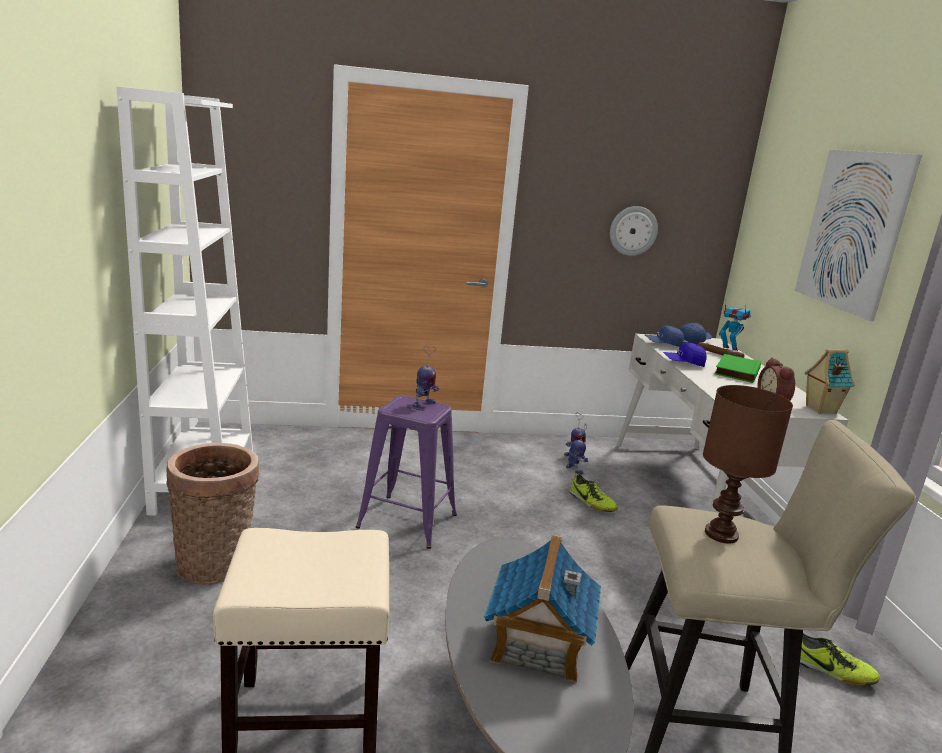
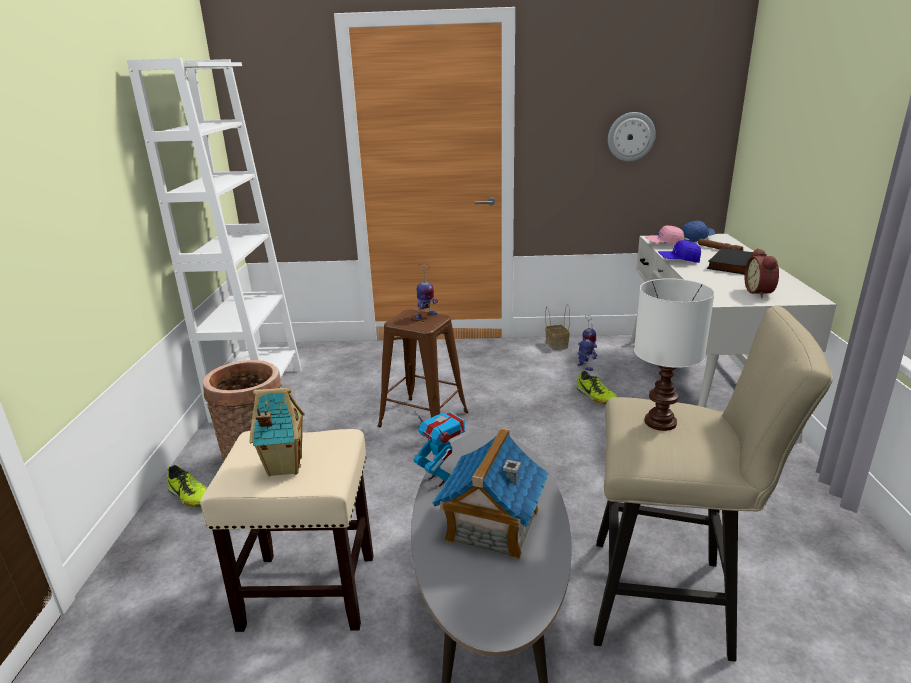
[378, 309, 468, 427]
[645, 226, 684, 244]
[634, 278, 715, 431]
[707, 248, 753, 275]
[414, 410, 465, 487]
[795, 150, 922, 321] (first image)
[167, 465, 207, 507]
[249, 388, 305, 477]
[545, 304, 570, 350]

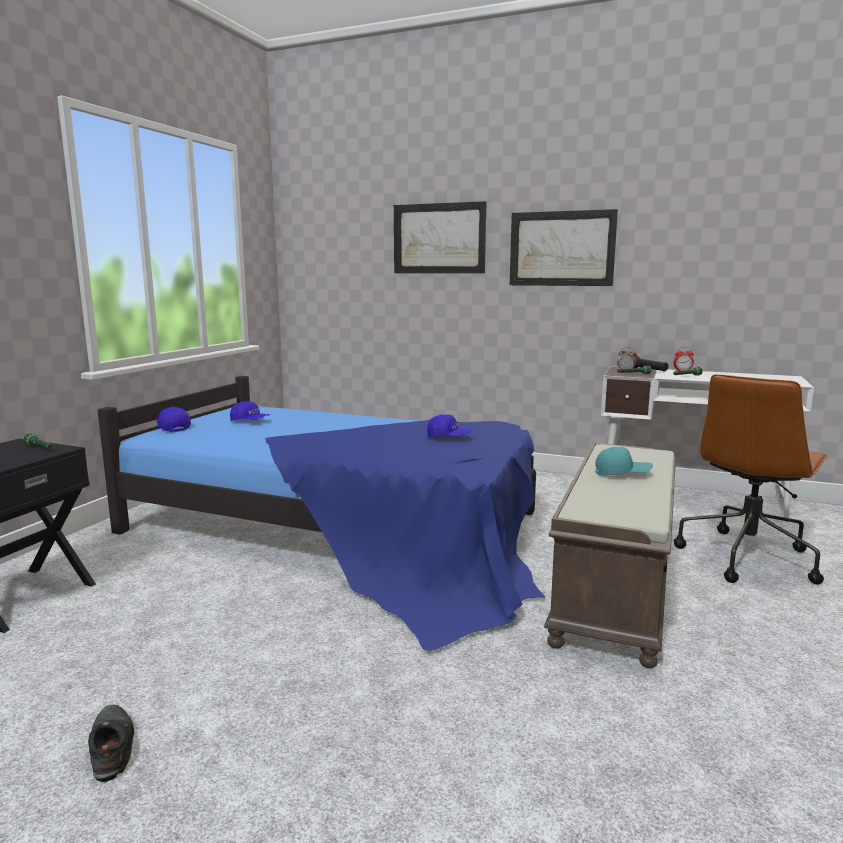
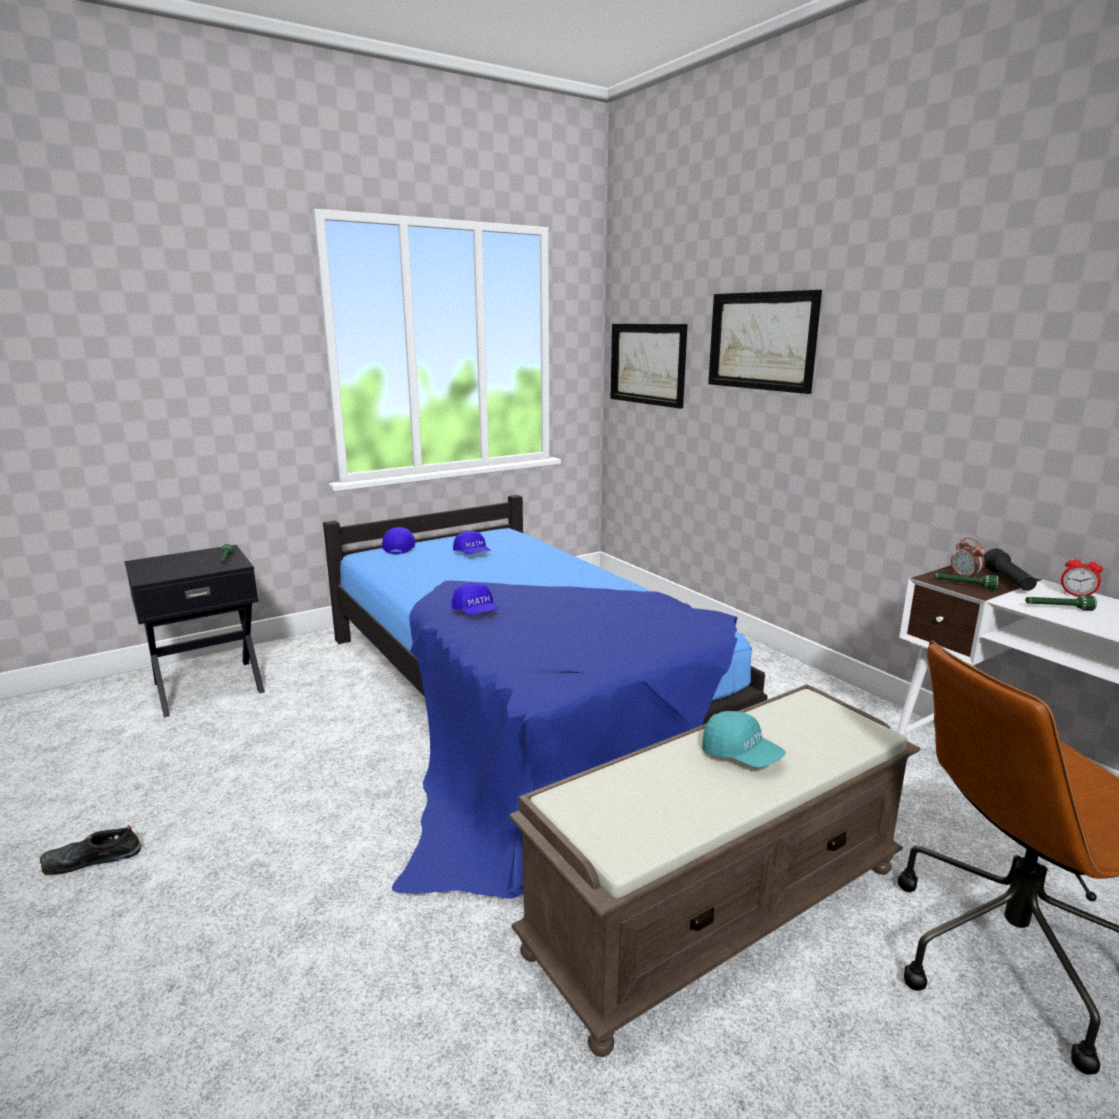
[40, 825, 141, 875]
[451, 583, 499, 615]
[611, 324, 687, 409]

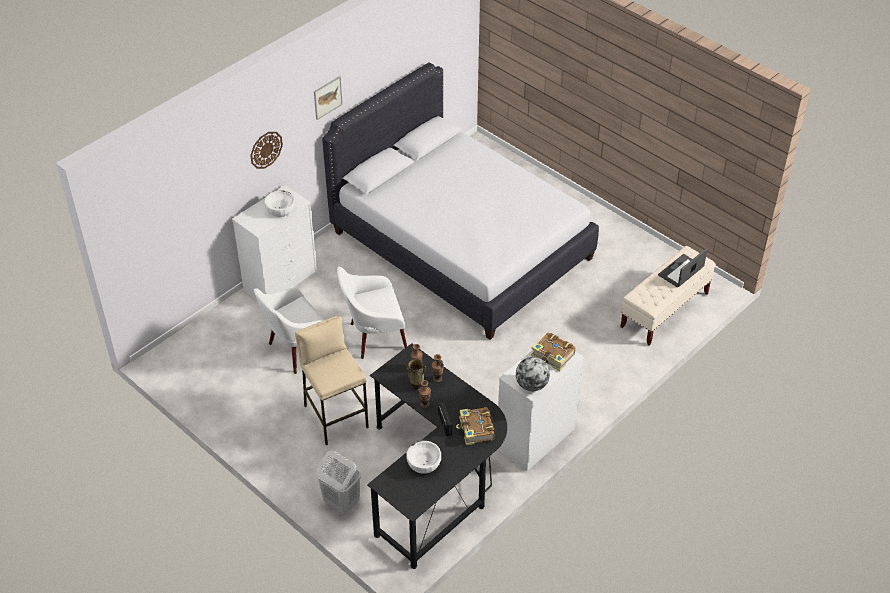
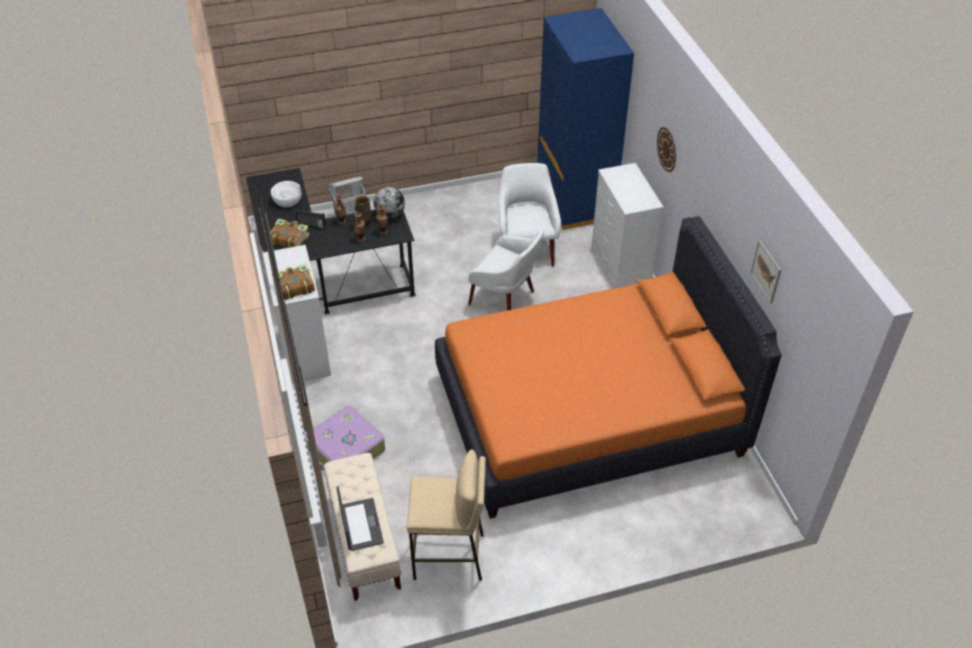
[264, 191, 295, 217] (first image)
[407, 449, 486, 581]
[750, 240, 781, 303]
[435, 216, 782, 519]
[468, 229, 544, 311]
[374, 187, 405, 218]
[305, 406, 385, 470]
[537, 8, 634, 230]

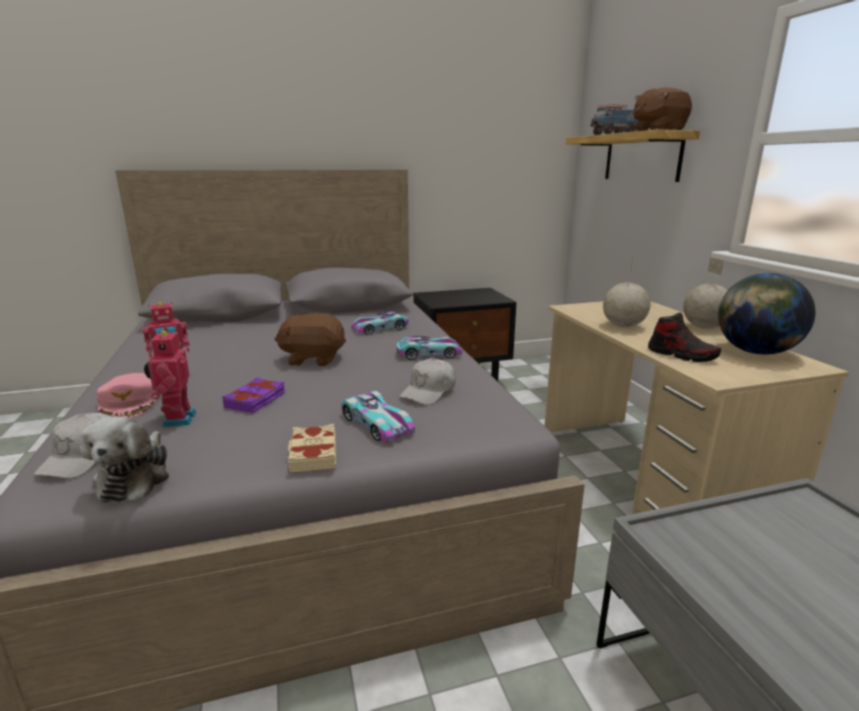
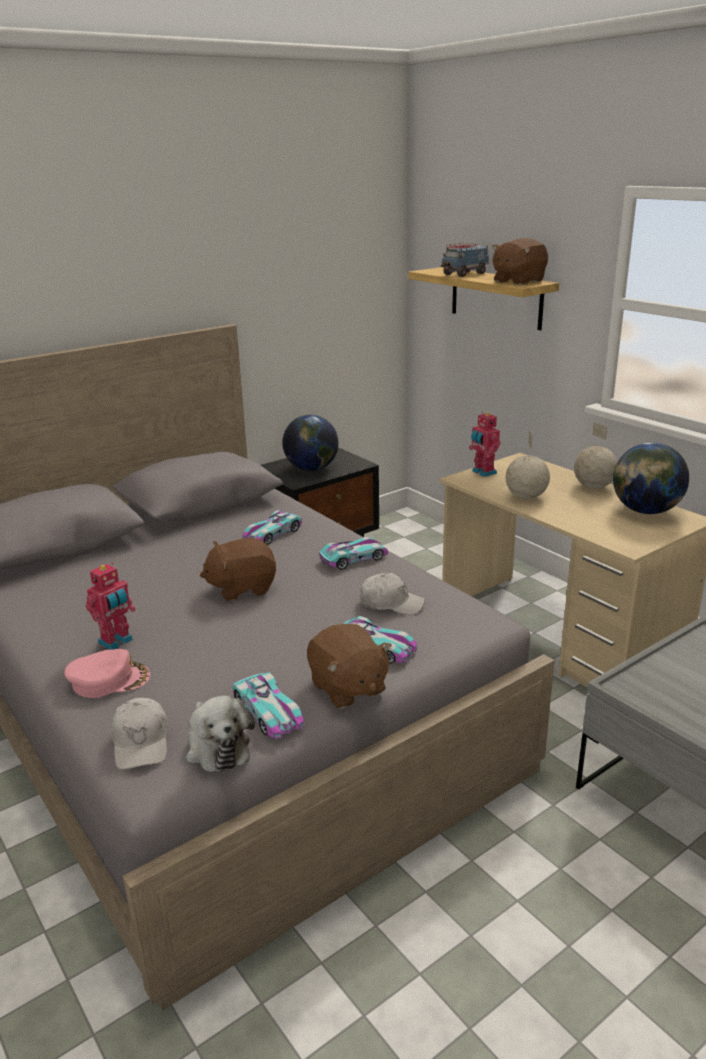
[65, 649, 150, 698]
[469, 412, 501, 477]
[222, 377, 285, 413] (first image)
[307, 624, 392, 709]
[360, 573, 425, 615]
[648, 313, 721, 362] (first image)
[233, 672, 304, 739]
[282, 415, 339, 471]

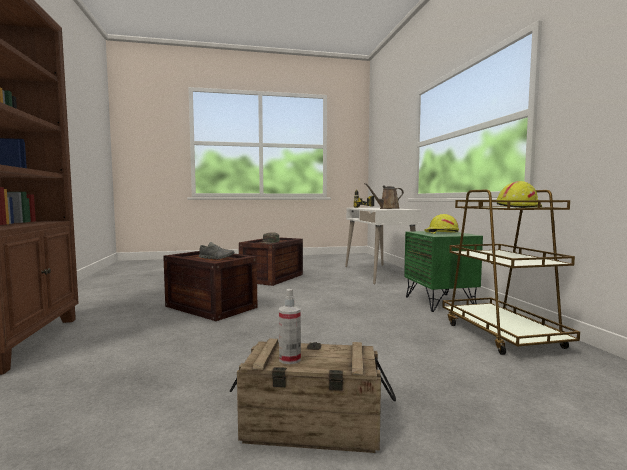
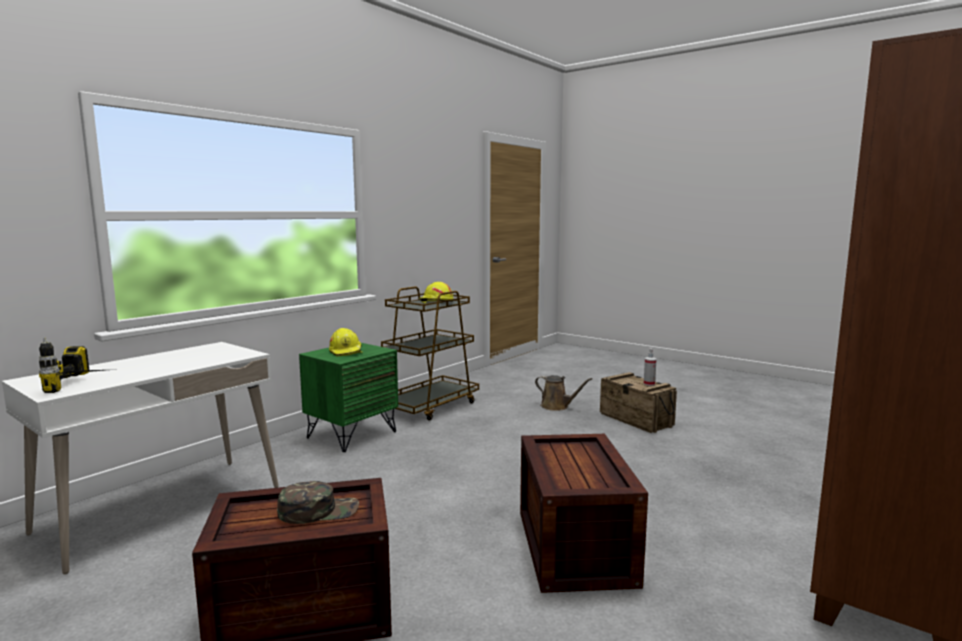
[199, 242, 234, 259] (first image)
[535, 375, 593, 411]

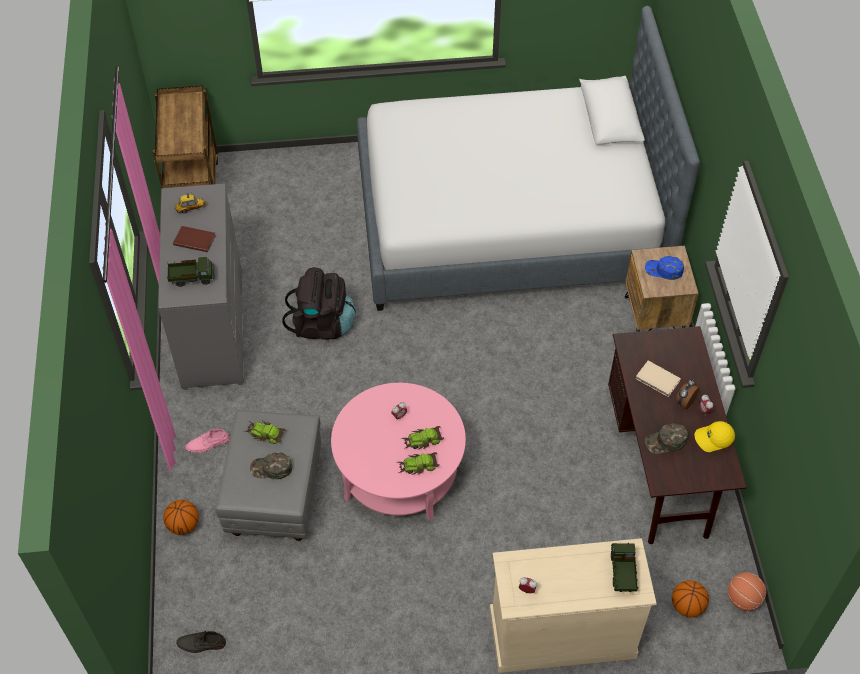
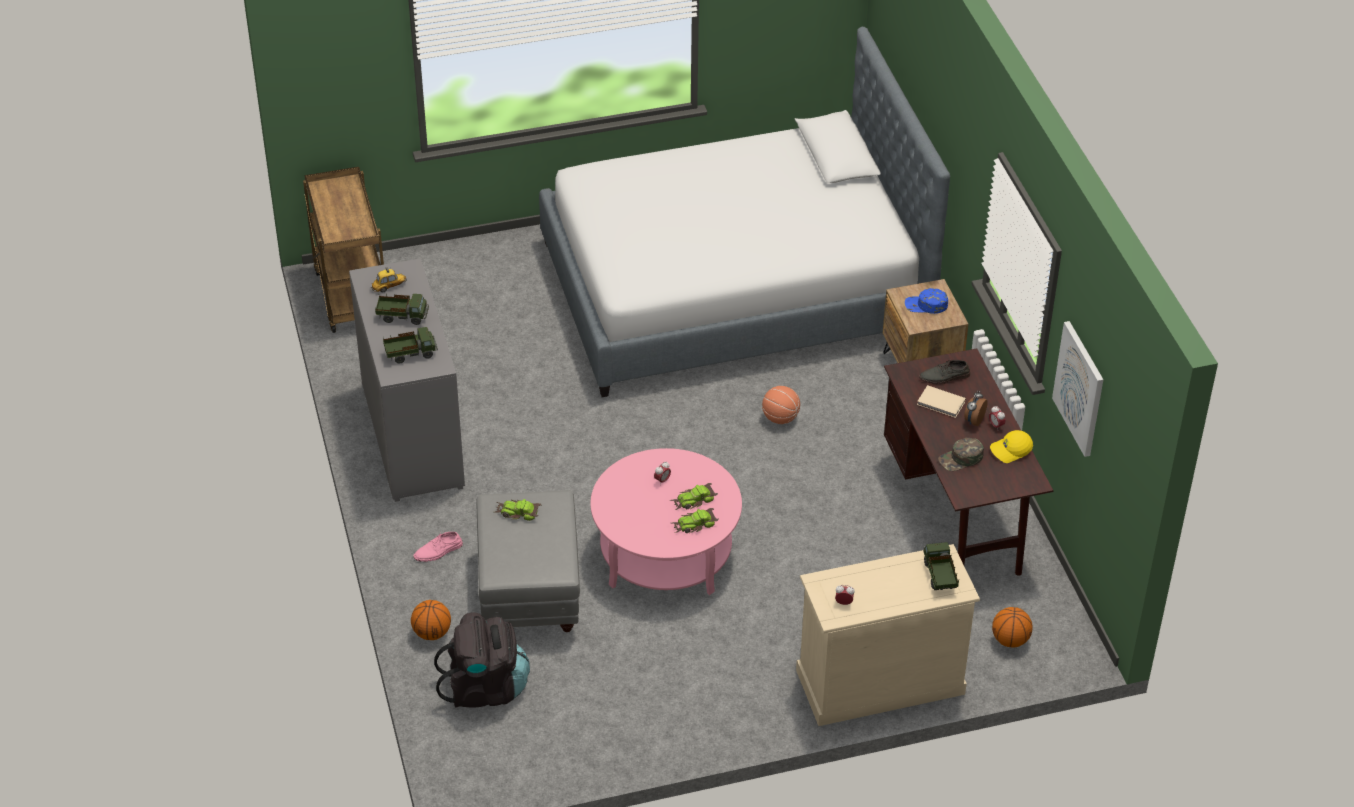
[375, 294, 429, 325]
[919, 360, 970, 384]
[250, 452, 292, 479] (first image)
[434, 613, 530, 708]
[762, 386, 800, 424]
[1052, 321, 1104, 457]

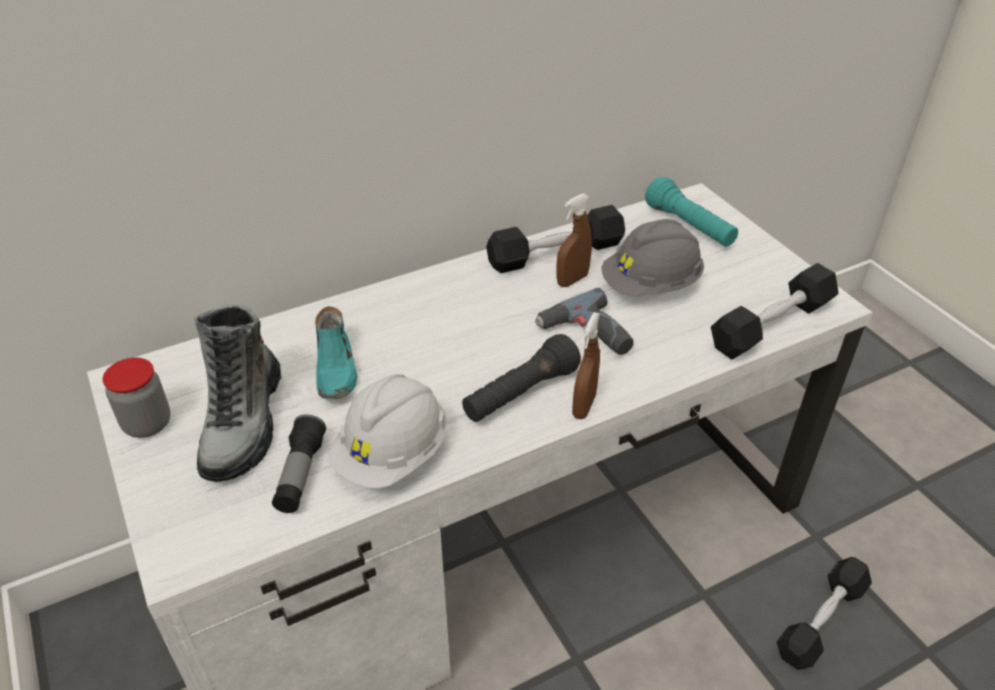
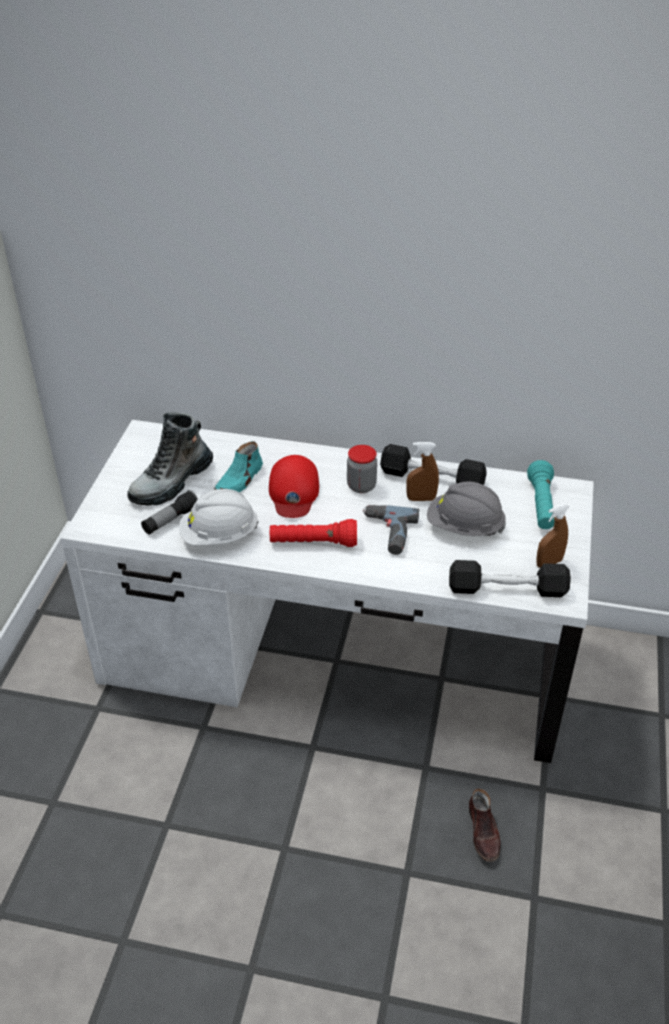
[347, 445, 377, 493]
[270, 519, 357, 547]
[536, 504, 570, 568]
[469, 788, 501, 862]
[269, 455, 319, 518]

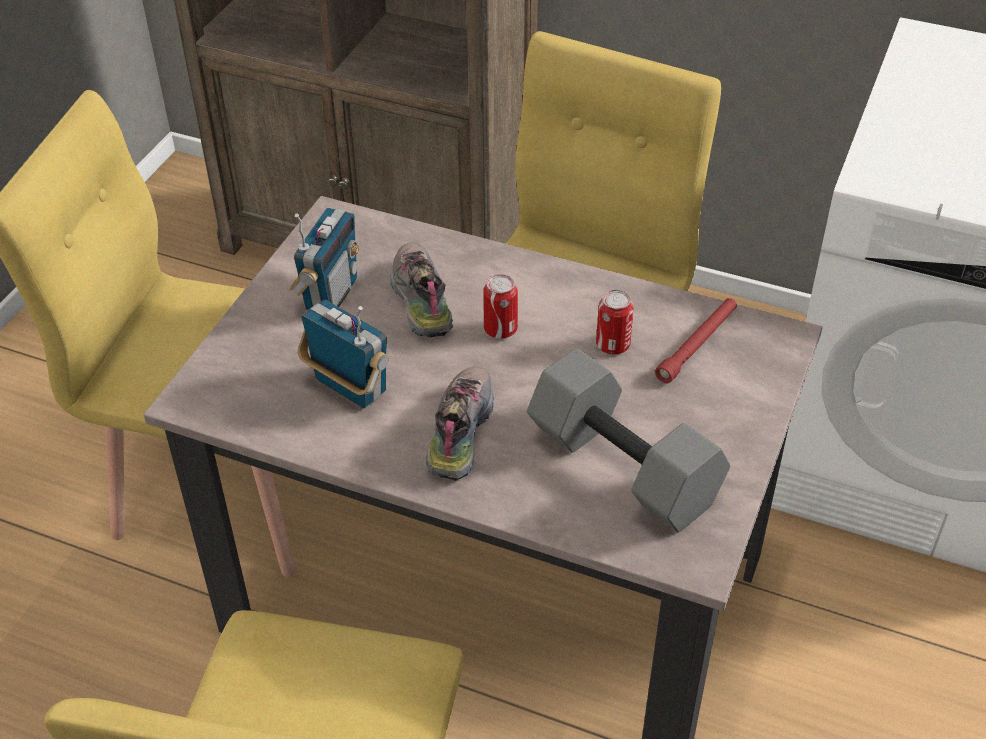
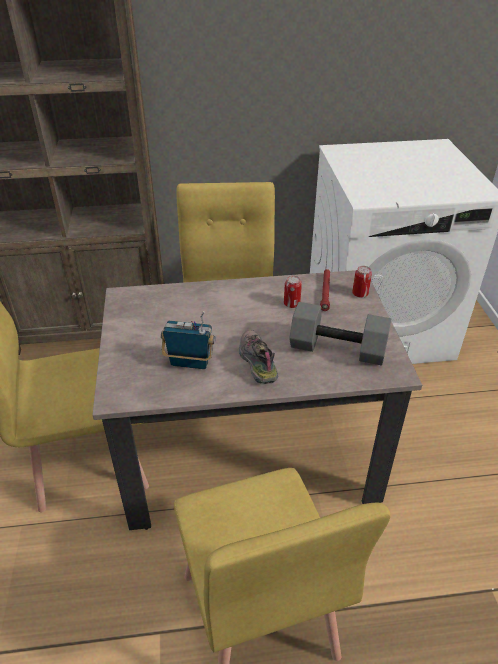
[289, 208, 359, 310] (first image)
[390, 243, 453, 338] (first image)
[352, 266, 372, 298]

